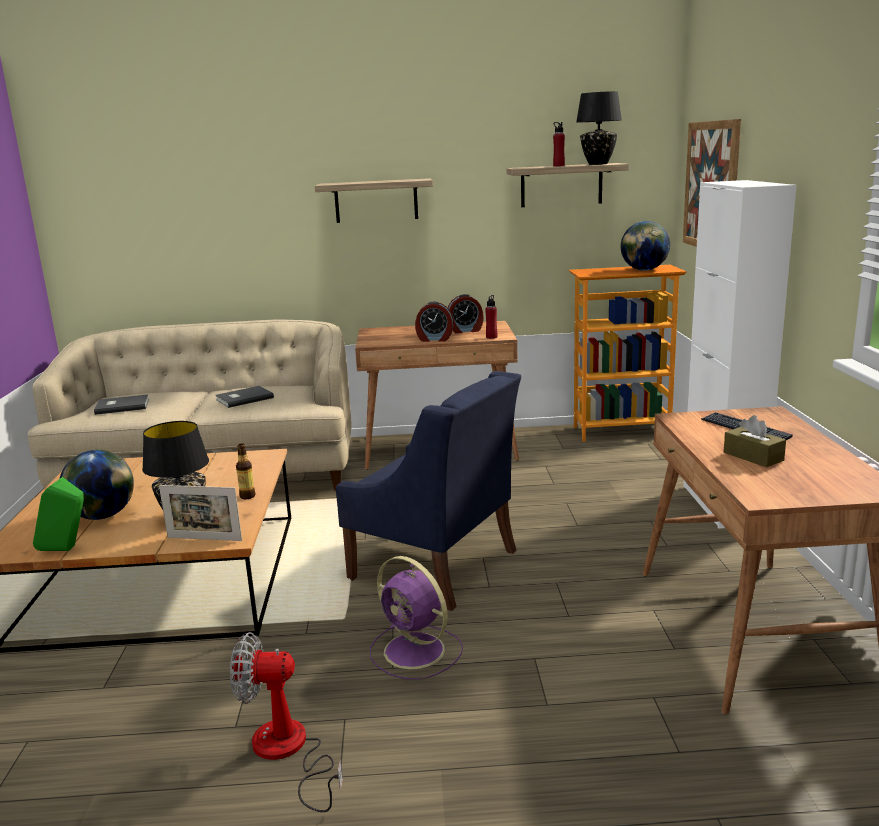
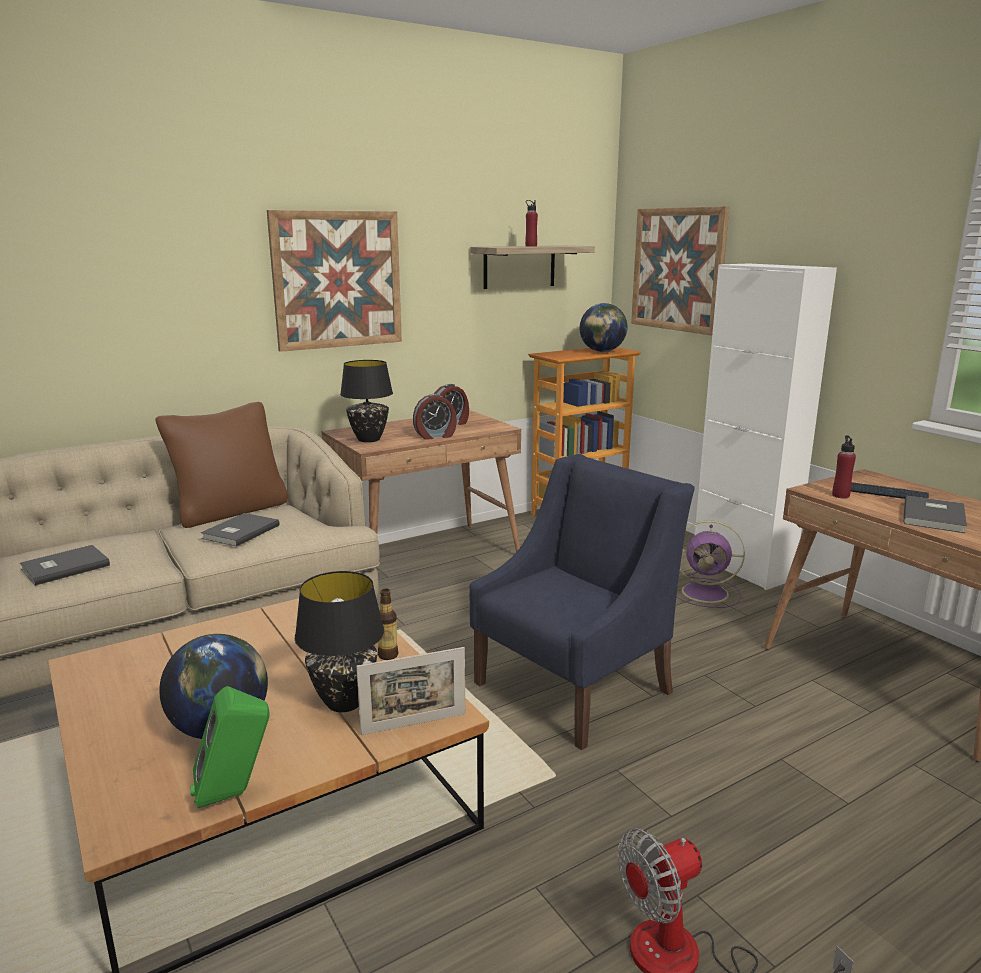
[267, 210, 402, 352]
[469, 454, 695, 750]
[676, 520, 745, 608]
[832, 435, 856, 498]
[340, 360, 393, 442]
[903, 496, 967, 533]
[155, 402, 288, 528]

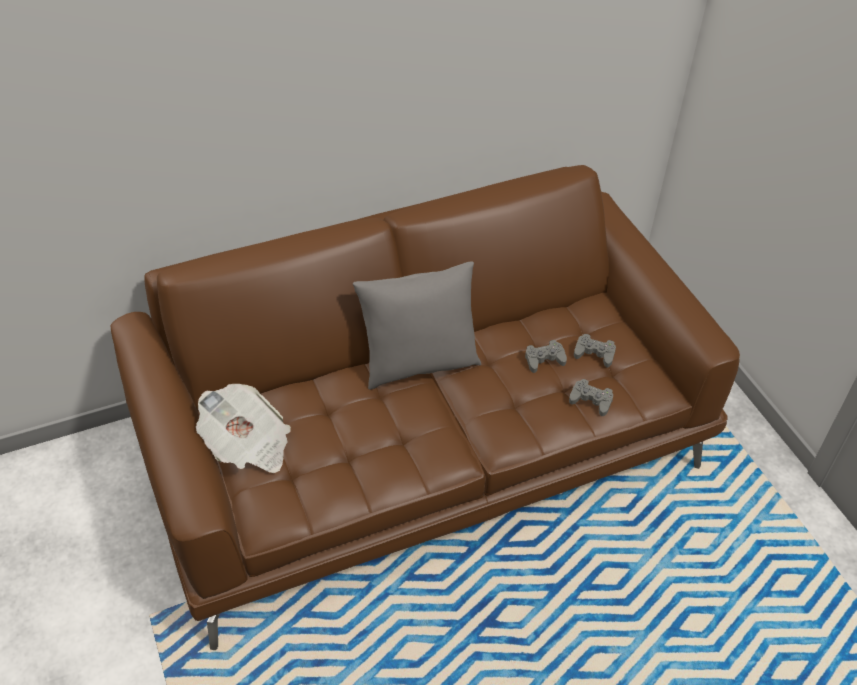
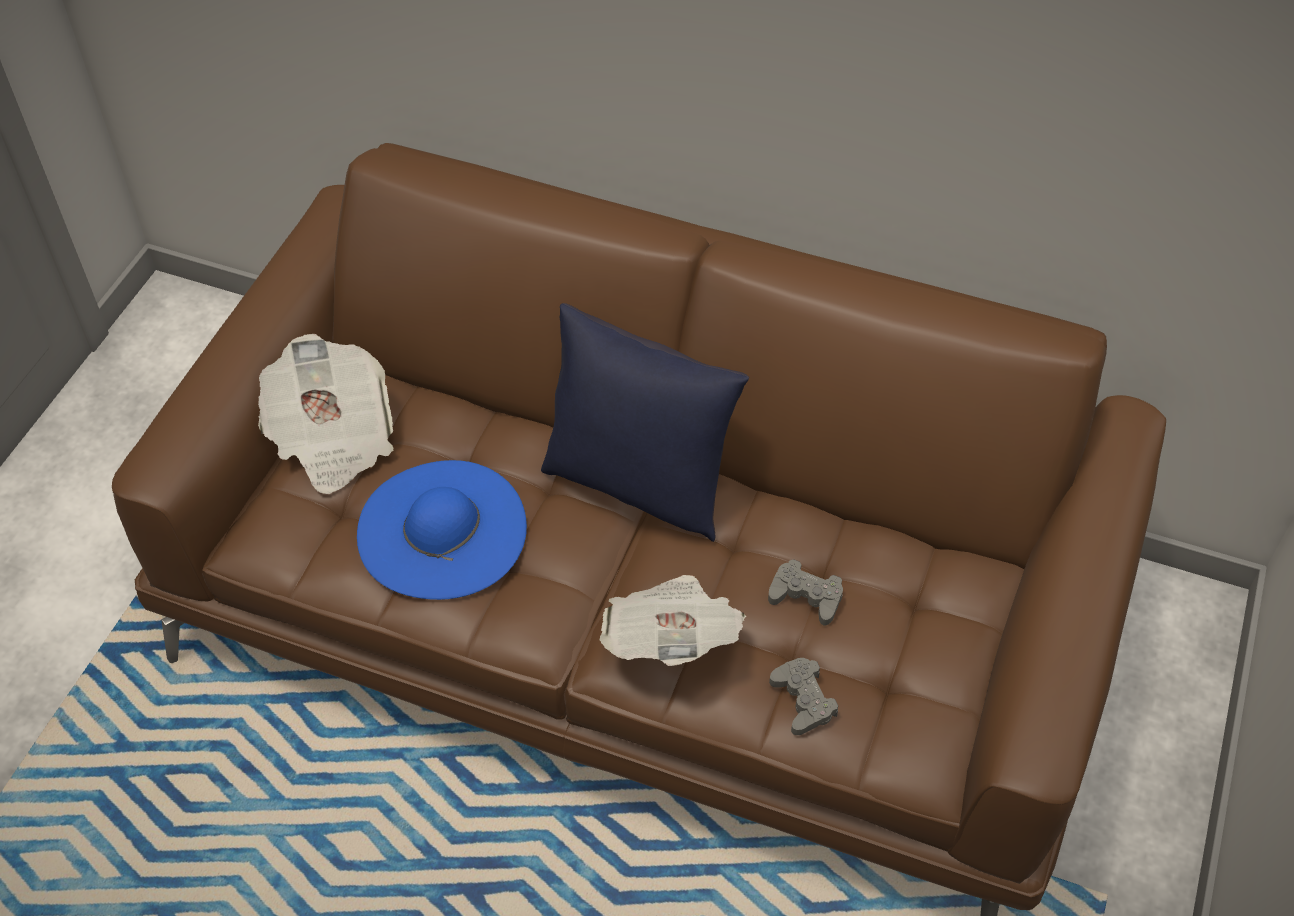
[541, 303, 749, 542]
[574, 334, 616, 367] (first image)
[357, 460, 527, 600]
[599, 575, 746, 666]

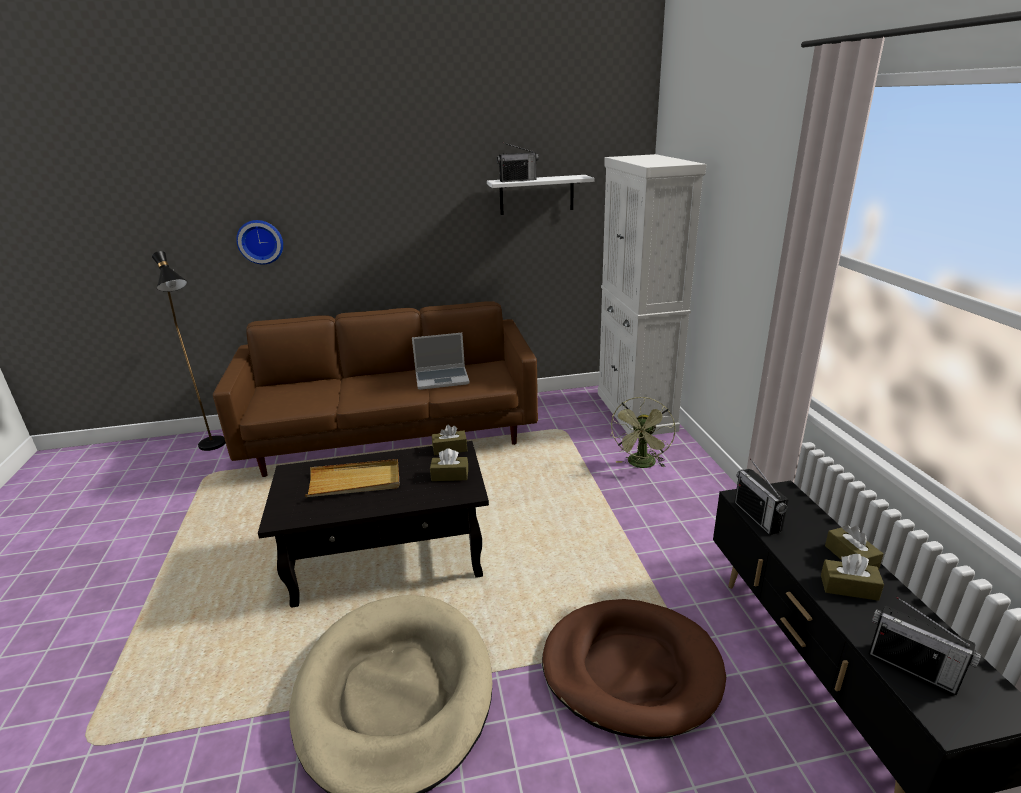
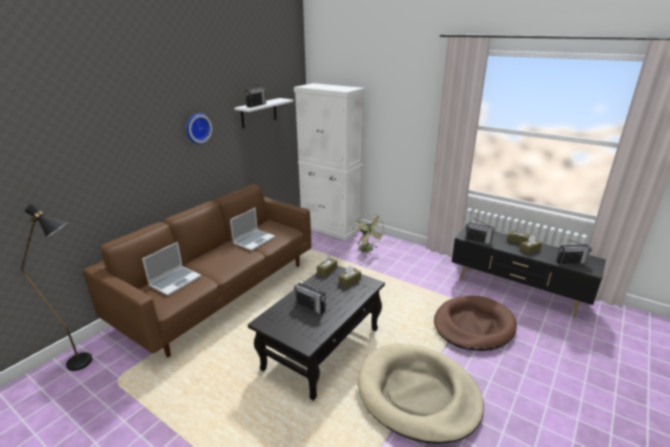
[186, 113, 212, 144]
[294, 277, 326, 315]
[142, 242, 201, 296]

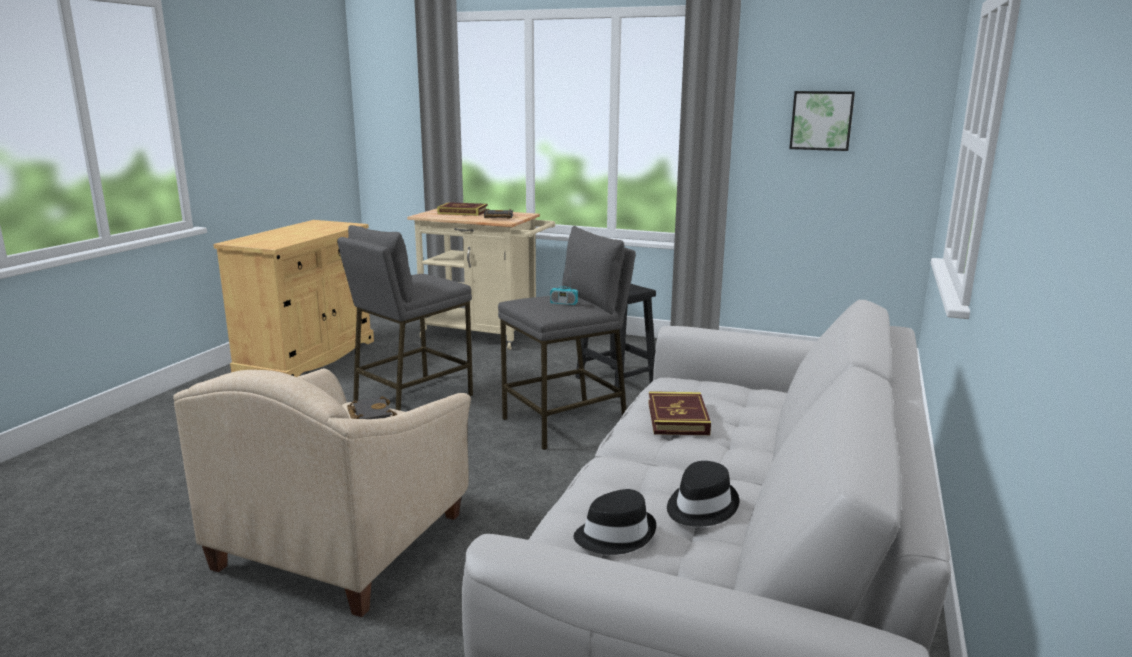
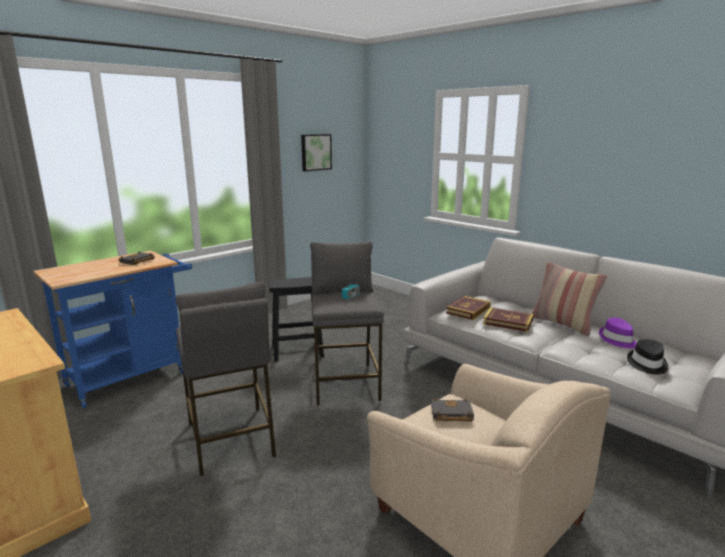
[33, 251, 192, 408]
[446, 296, 491, 320]
[599, 318, 637, 348]
[532, 262, 607, 336]

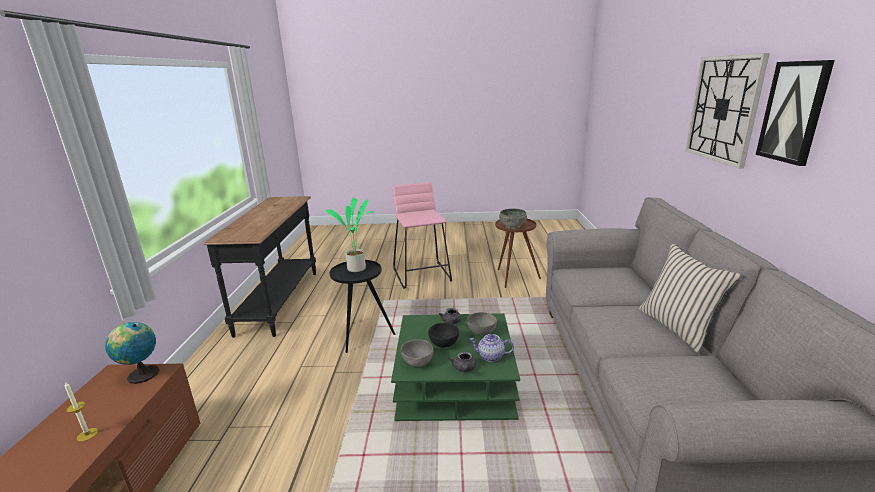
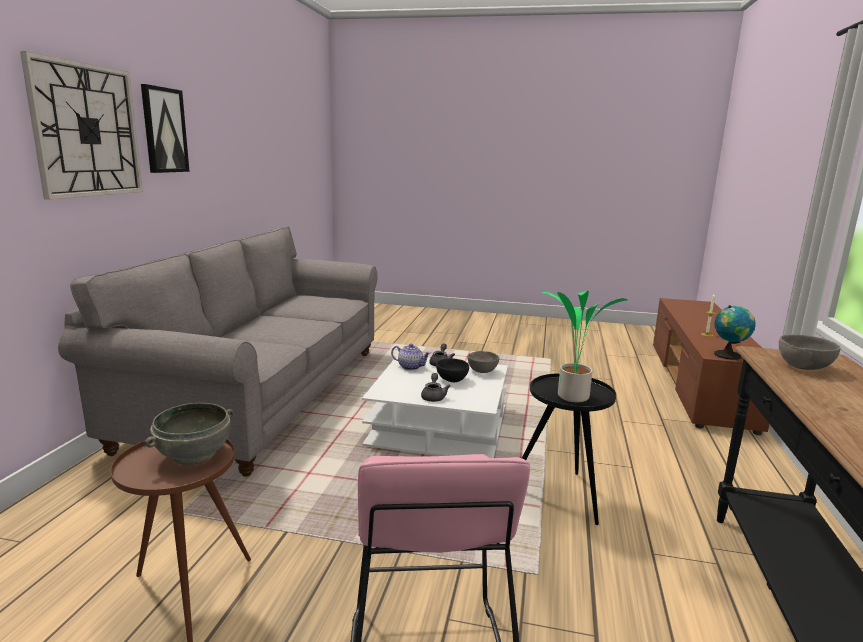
[362, 355, 508, 458]
[779, 334, 840, 370]
[638, 243, 742, 354] (first image)

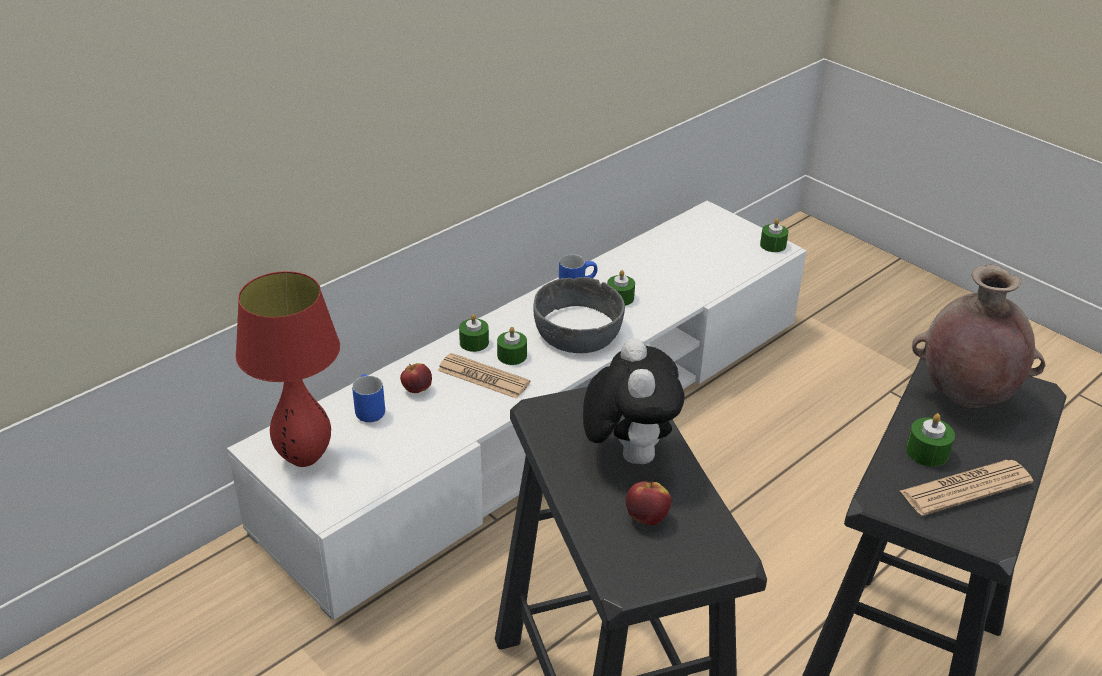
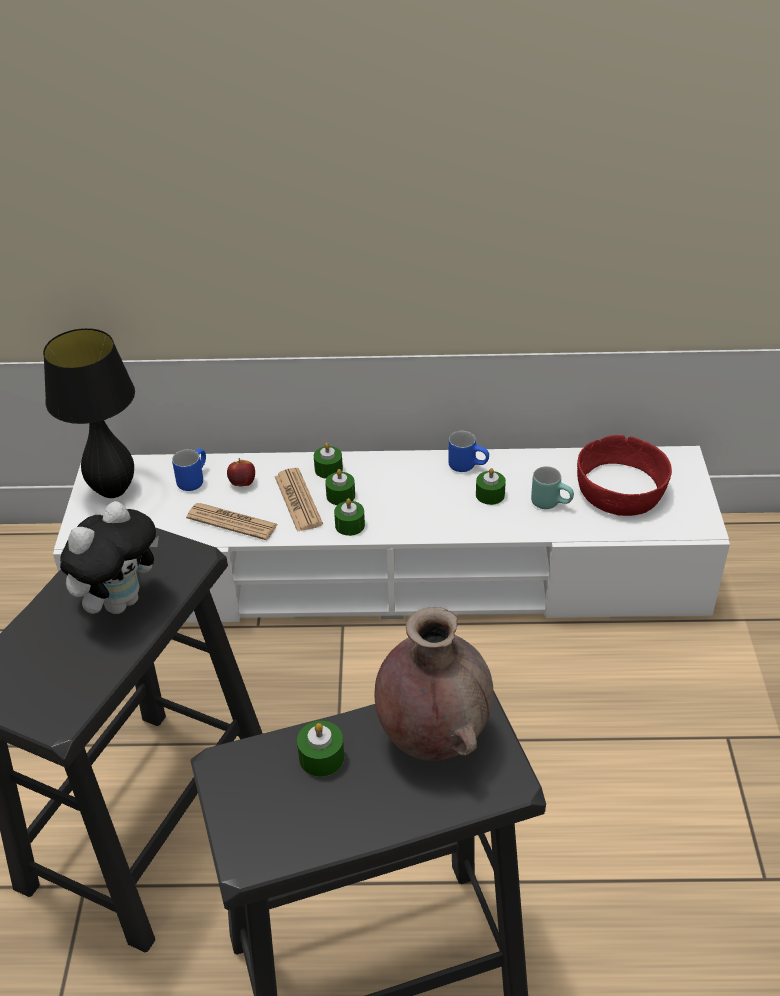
[43, 328, 135, 498]
[533, 277, 625, 353] (first image)
[626, 479, 671, 525] (first image)
[334, 498, 365, 536]
[186, 503, 278, 540]
[531, 466, 574, 509]
[577, 435, 672, 516]

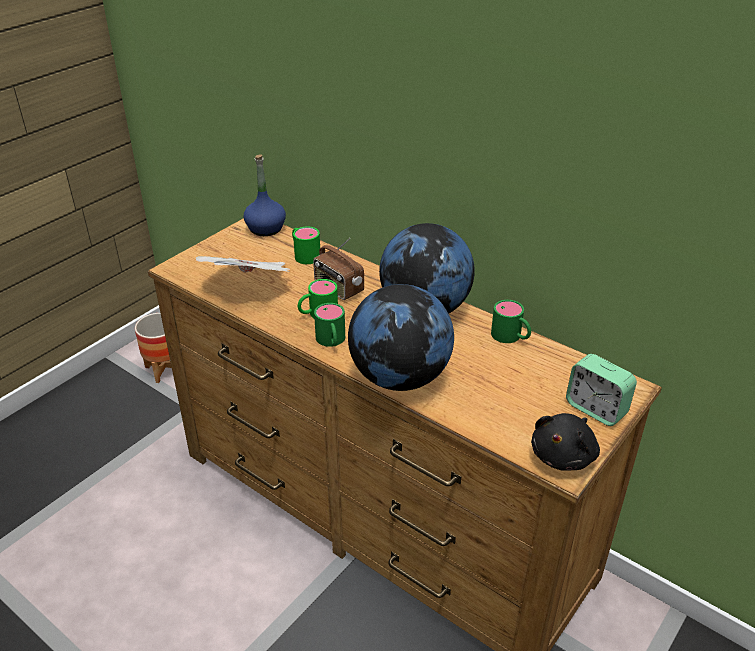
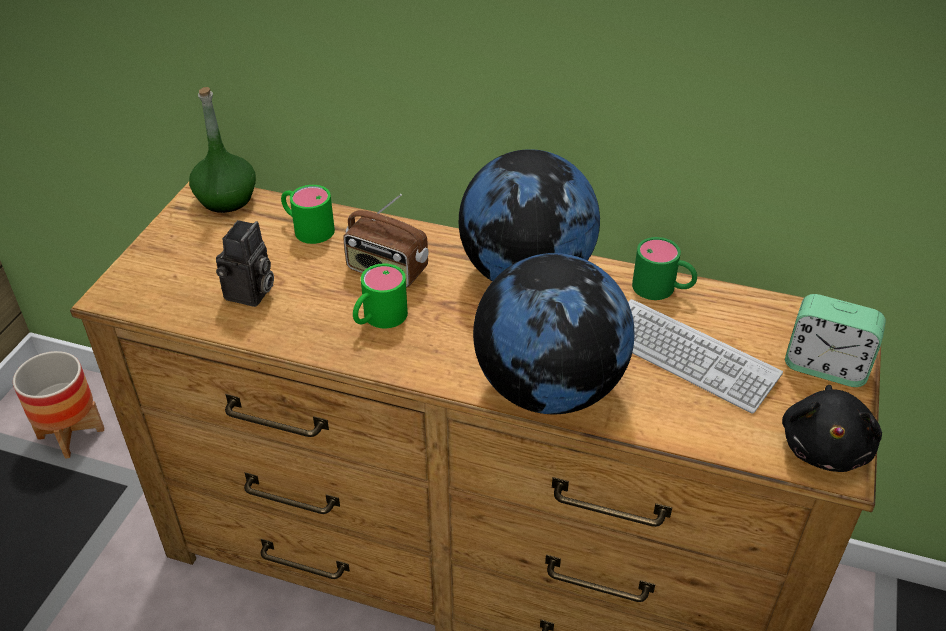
[216, 220, 274, 307]
[189, 87, 256, 213]
[314, 303, 345, 347] (first image)
[628, 299, 783, 414]

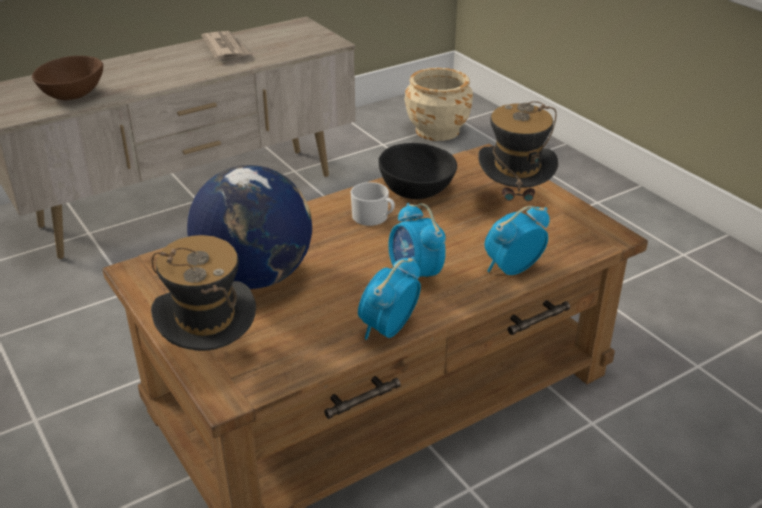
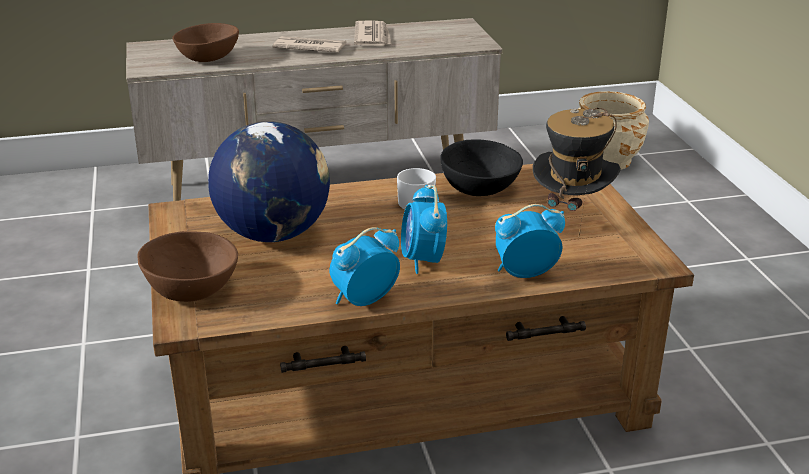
[137, 231, 238, 302]
[272, 36, 346, 52]

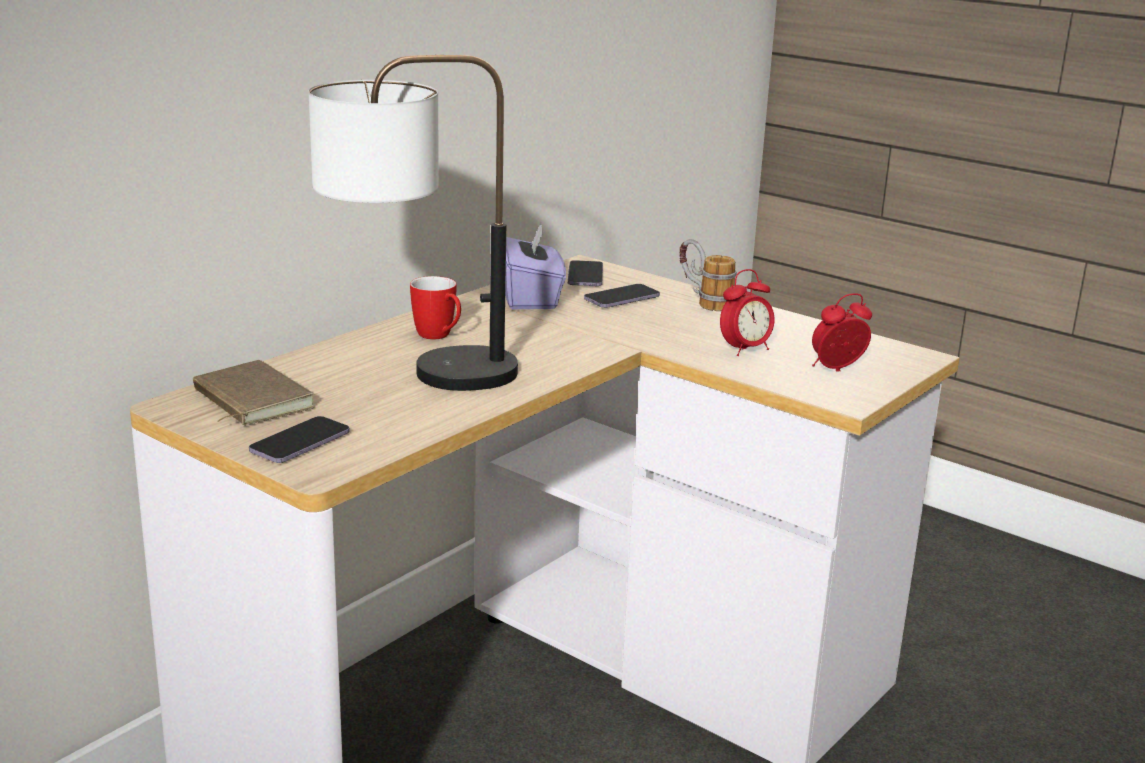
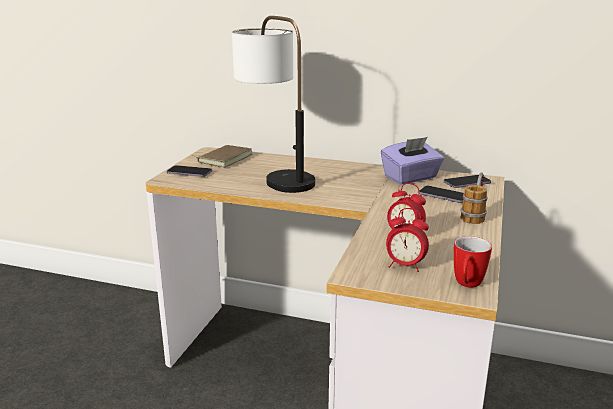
[454, 236, 492, 288]
[386, 208, 429, 272]

